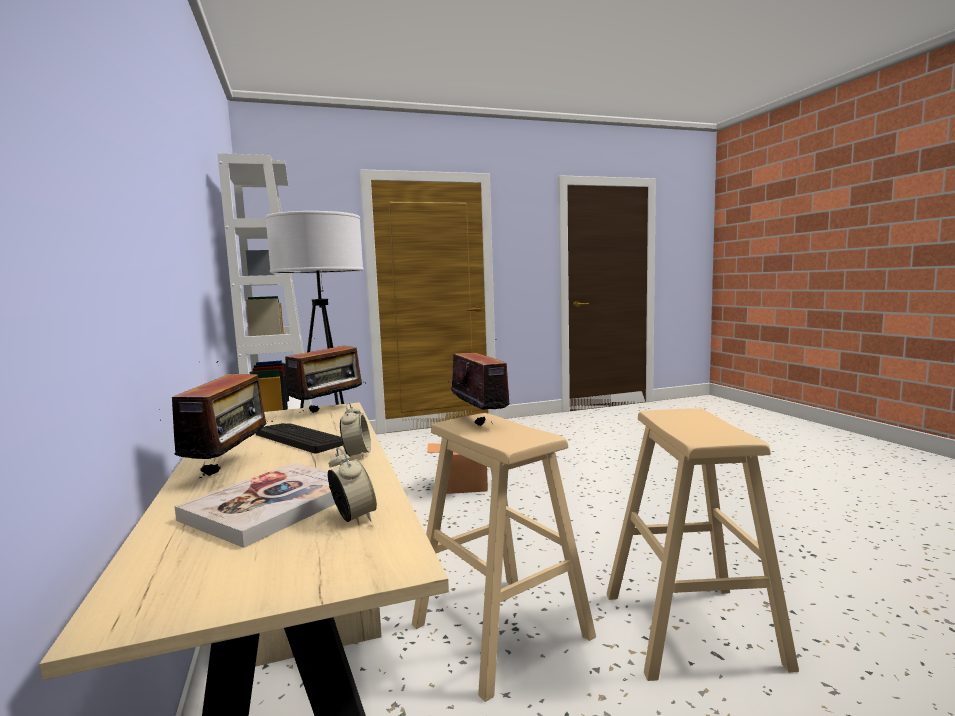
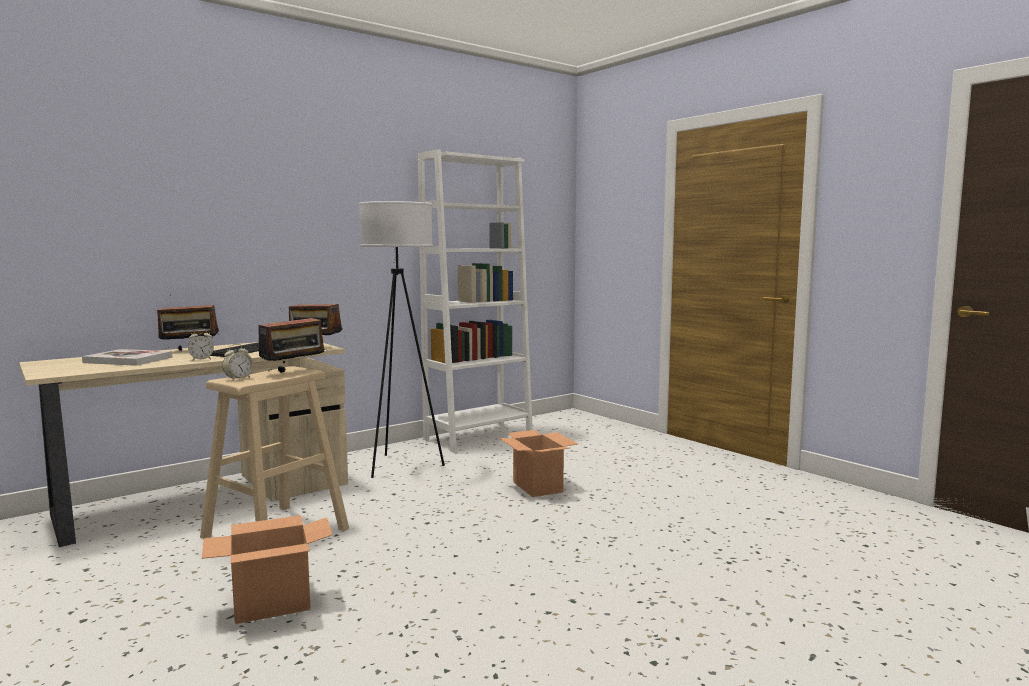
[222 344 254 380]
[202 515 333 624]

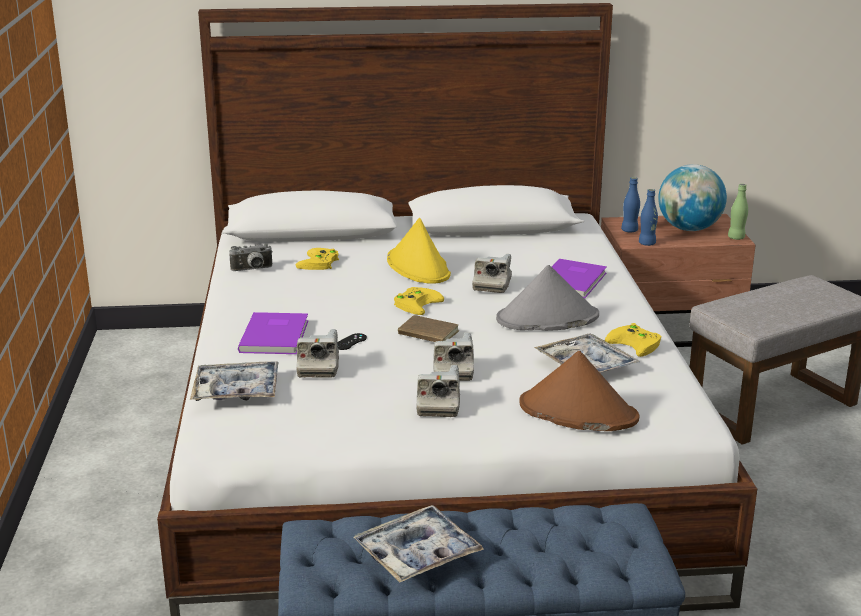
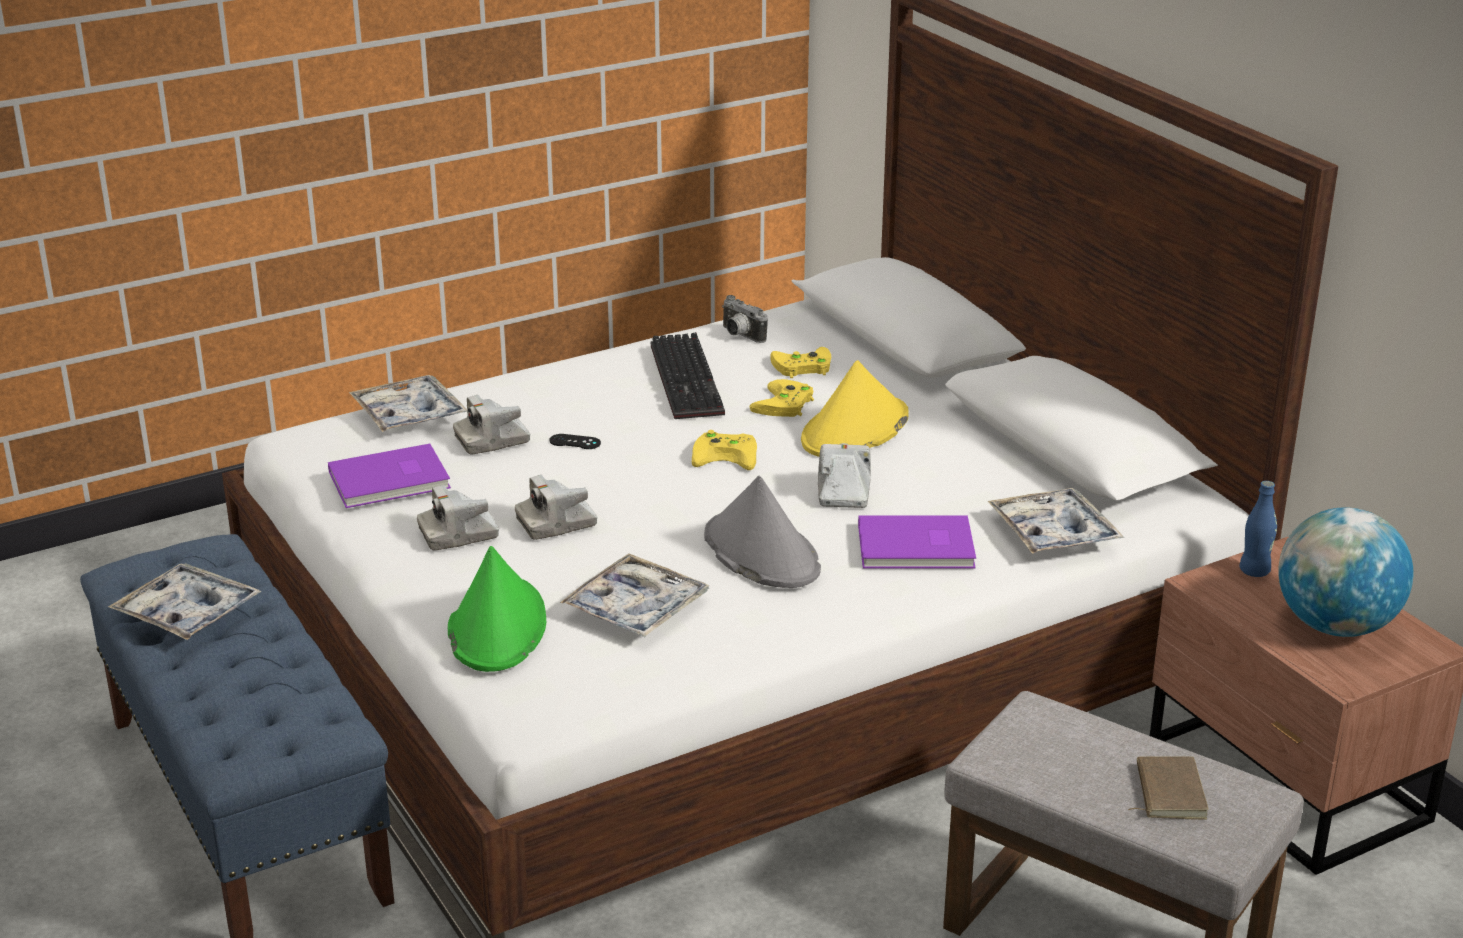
[328 444 451 508]
[1128 756 1209 820]
[818 443 871 508]
[448 546 547 672]
[750 379 814 417]
[639 189 658 246] (first image)
[728 184 748 240] (first image)
[651 332 725 419]
[987 488 1124 554]

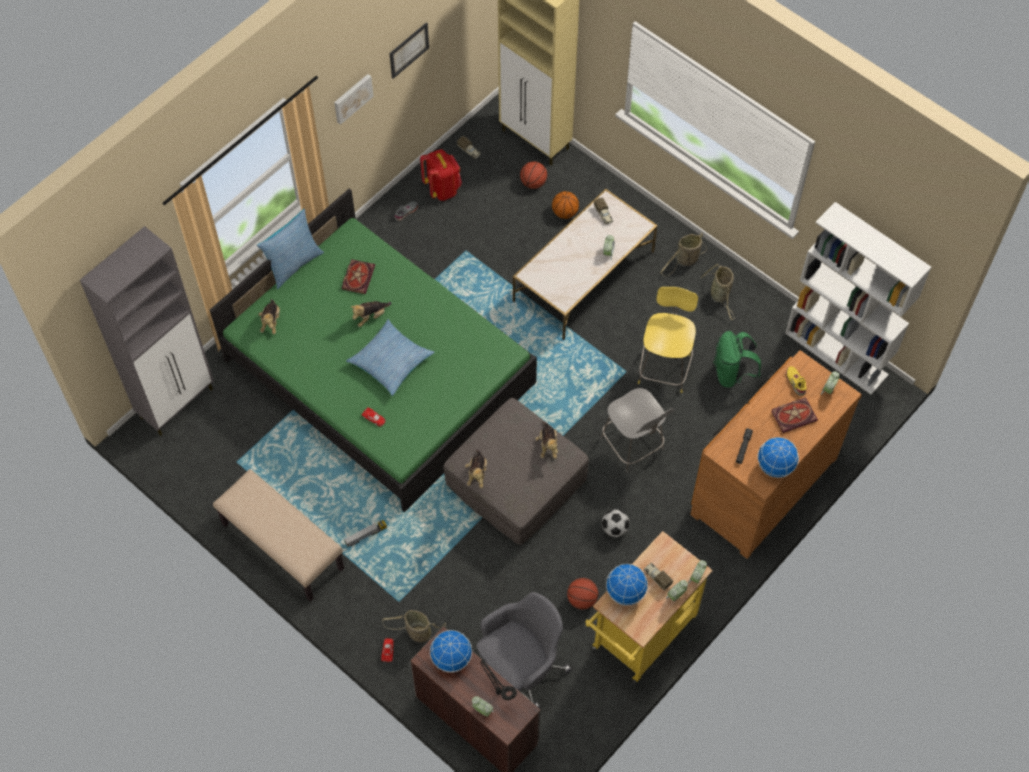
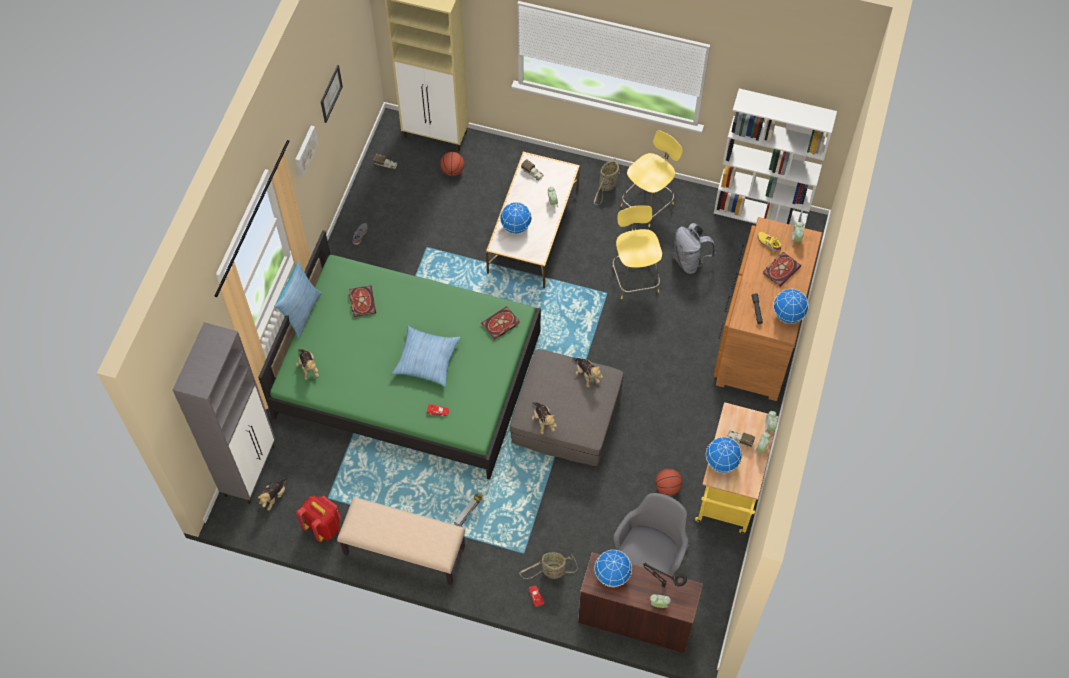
[258 477 287 511]
[296 495 341 542]
[552 191 579 219] (first image)
[600 388 674 473] (first image)
[602 509 630 537] (first image)
[621 130 683 227]
[673 223 716 274]
[481 306 520 339]
[500 202 532 234]

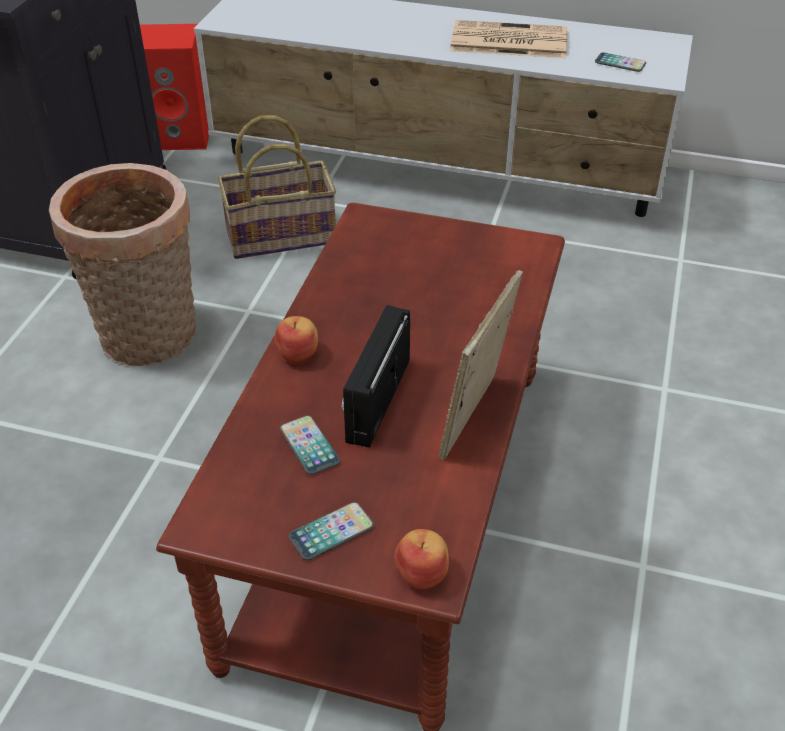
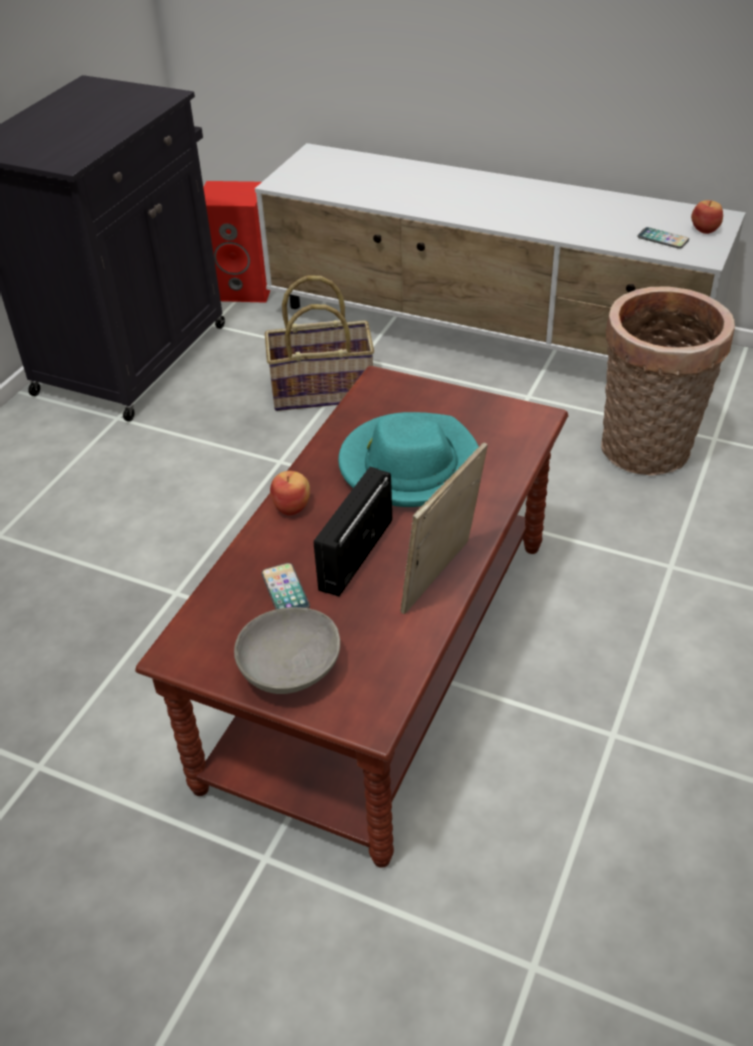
[601 286 735 475]
[234 607 340 694]
[691 200 723 234]
[450 20 568 58] (first image)
[338 412 479 507]

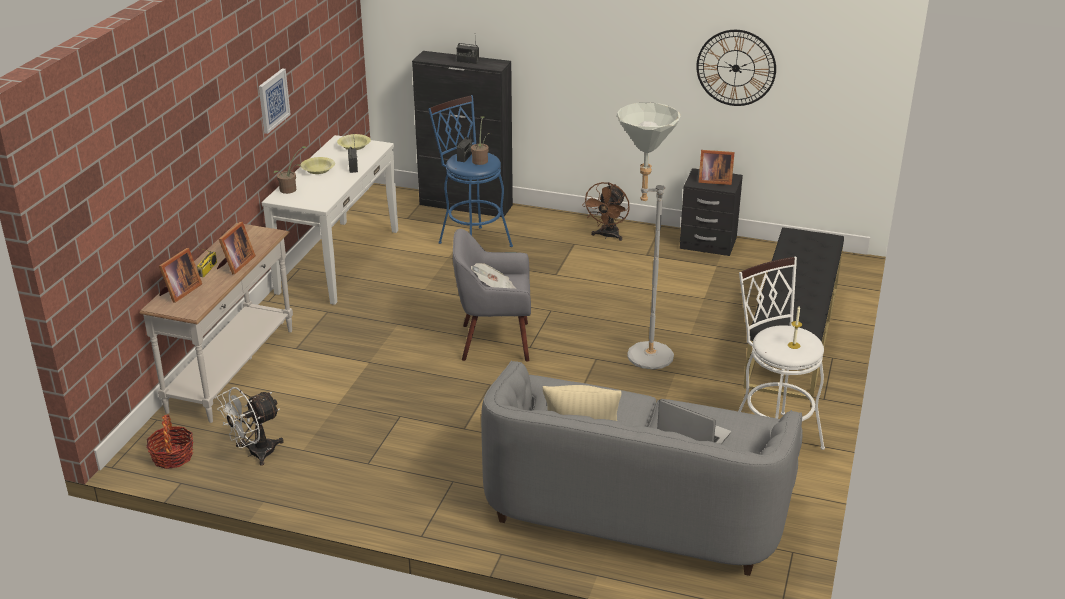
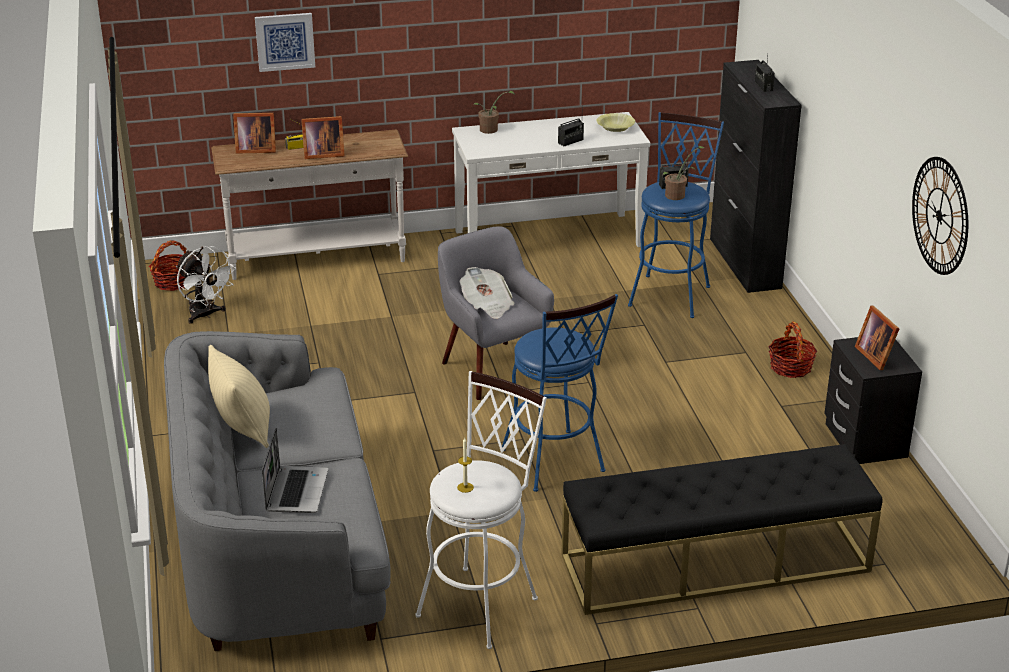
[176 246 236 324]
[255 13 315 72]
[301 157 335 174] (first image)
[769 321 817 378]
[502 294 618 492]

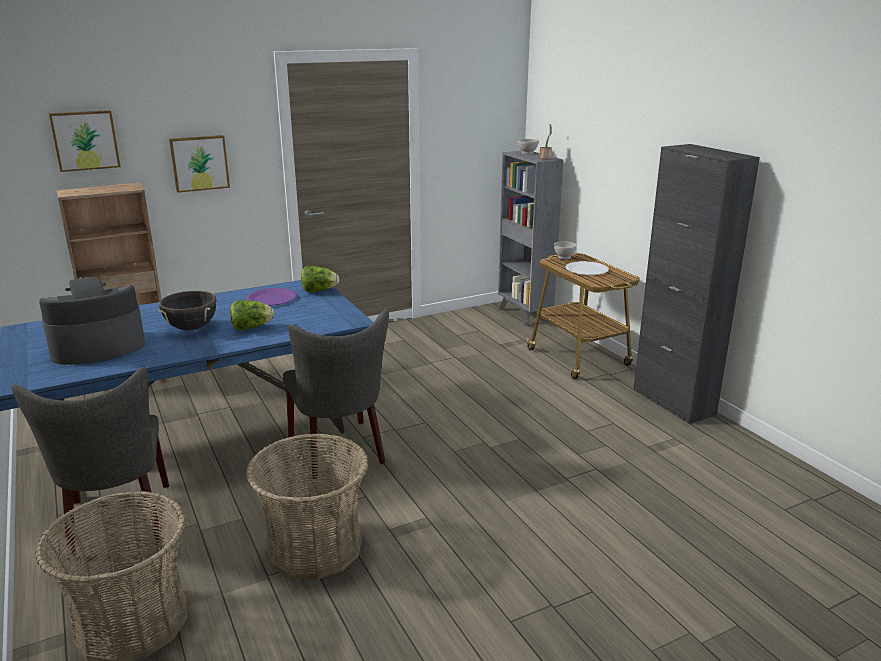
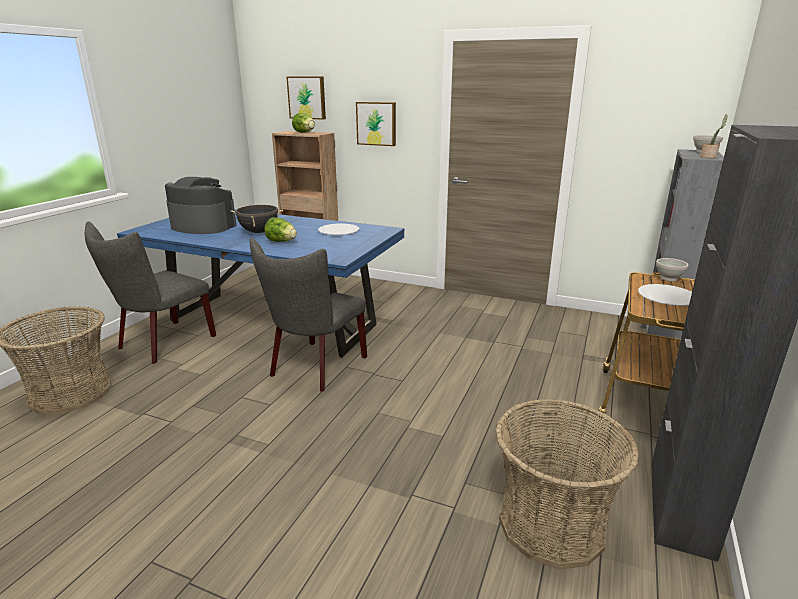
[318 223 359 235]
[495 399 639 569]
[292 113 315 133]

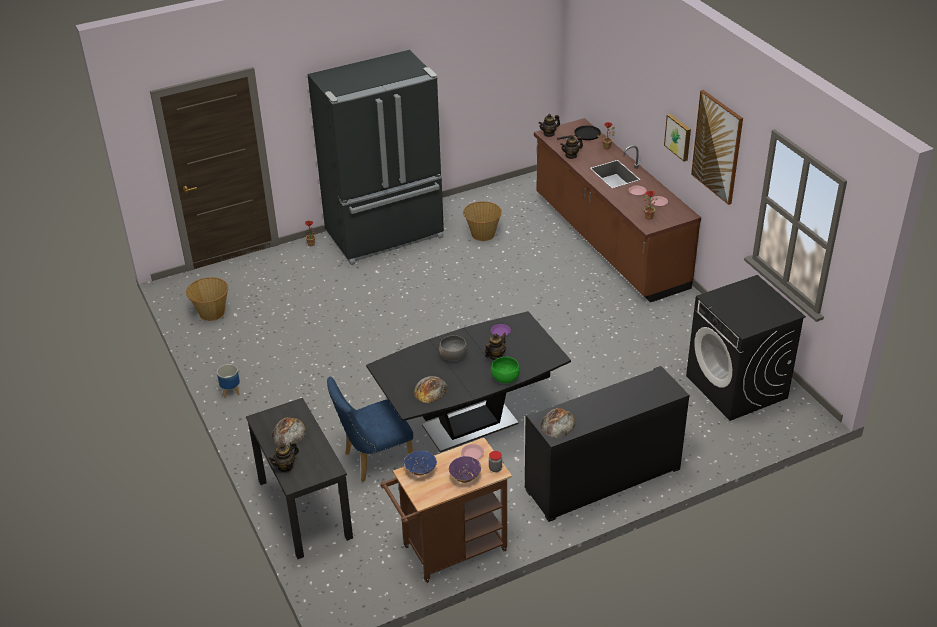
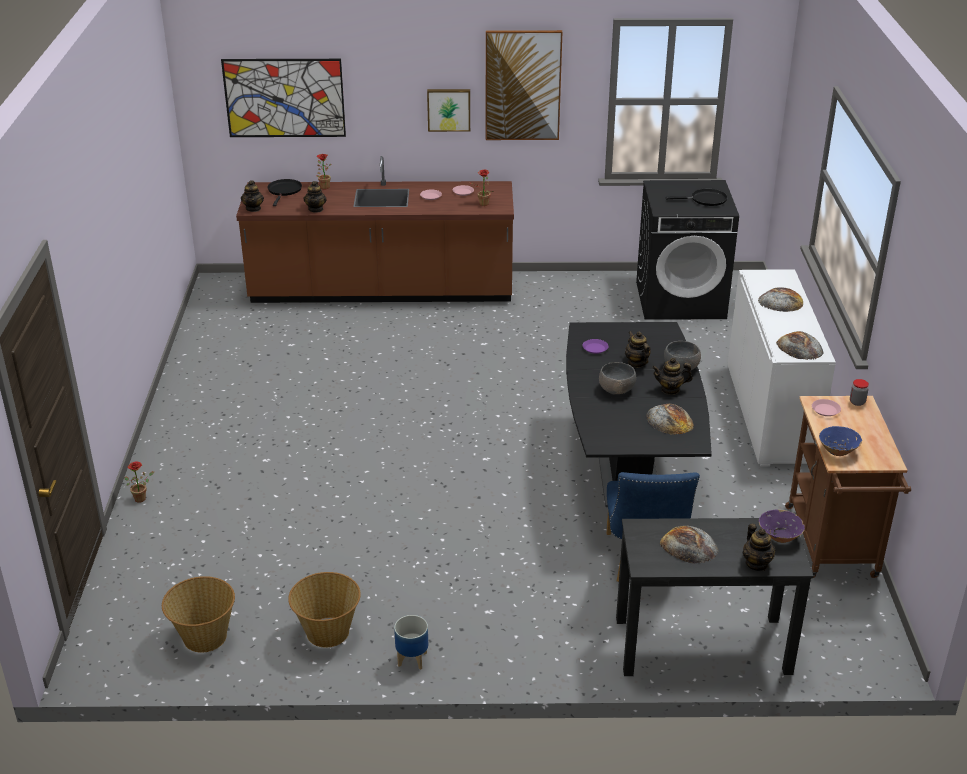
[307 50 444 265] (first image)
[759 510 805 543]
[288 572 361 647]
[664 341 701 371]
[727 269 836 467]
[221 59 346 137]
[652 358 693 395]
[666 188 728 206]
[758 287 803 312]

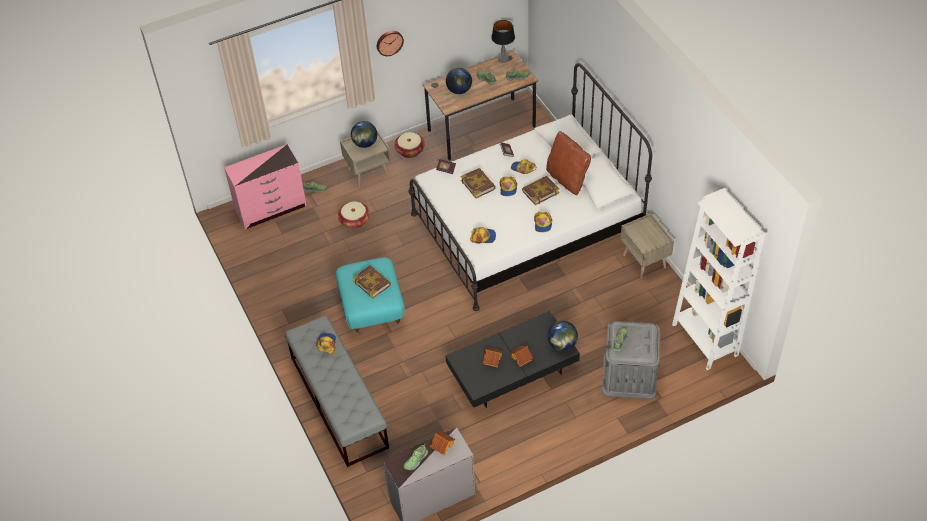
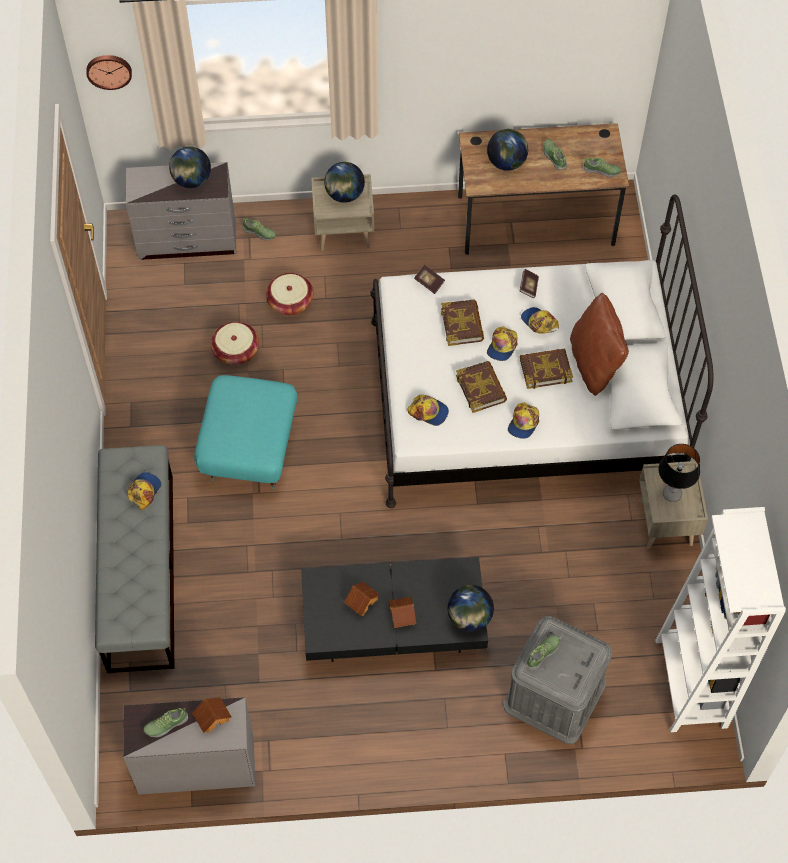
[126 162 236 260]
[456 361 507 413]
[86 55 132 90]
[211 322 259 365]
[658 444 700 502]
[169 146 211 188]

